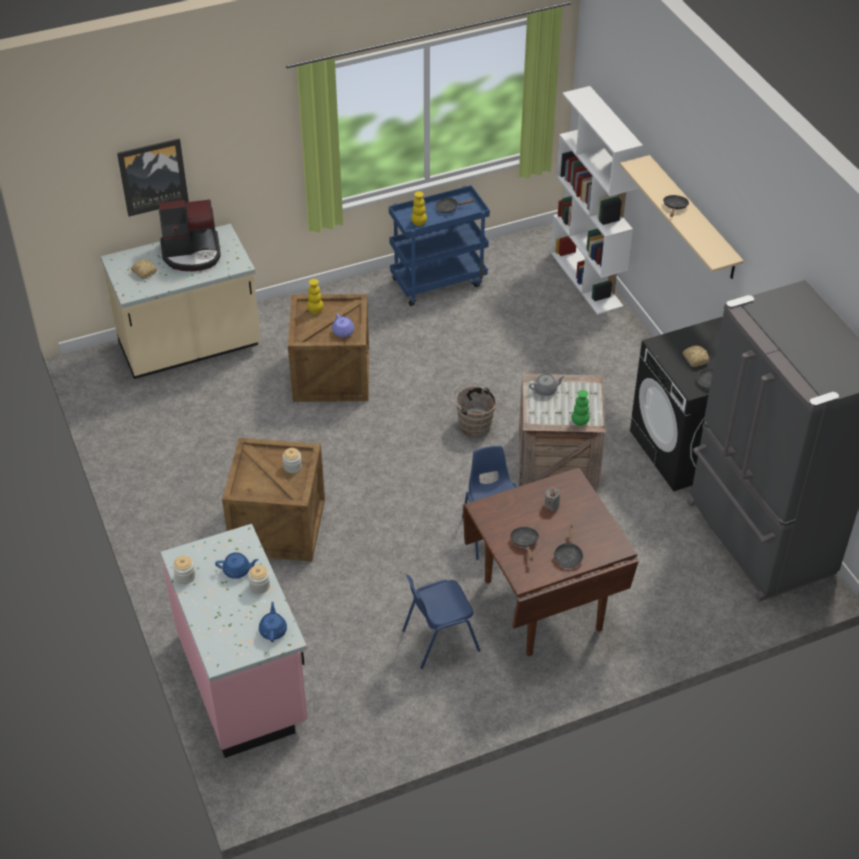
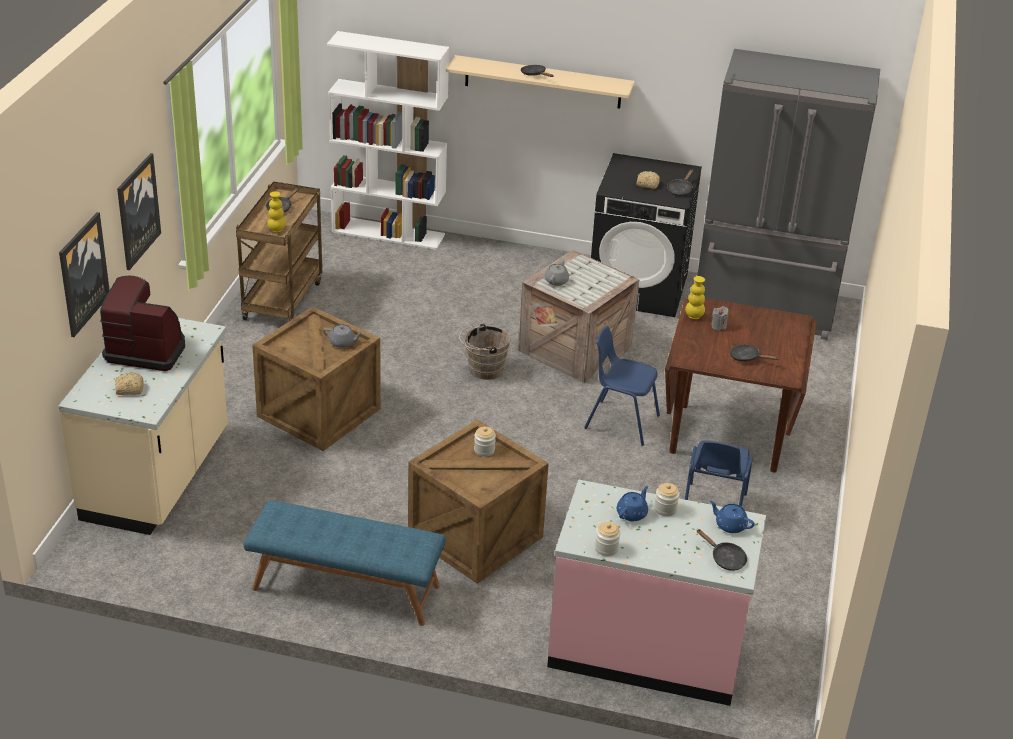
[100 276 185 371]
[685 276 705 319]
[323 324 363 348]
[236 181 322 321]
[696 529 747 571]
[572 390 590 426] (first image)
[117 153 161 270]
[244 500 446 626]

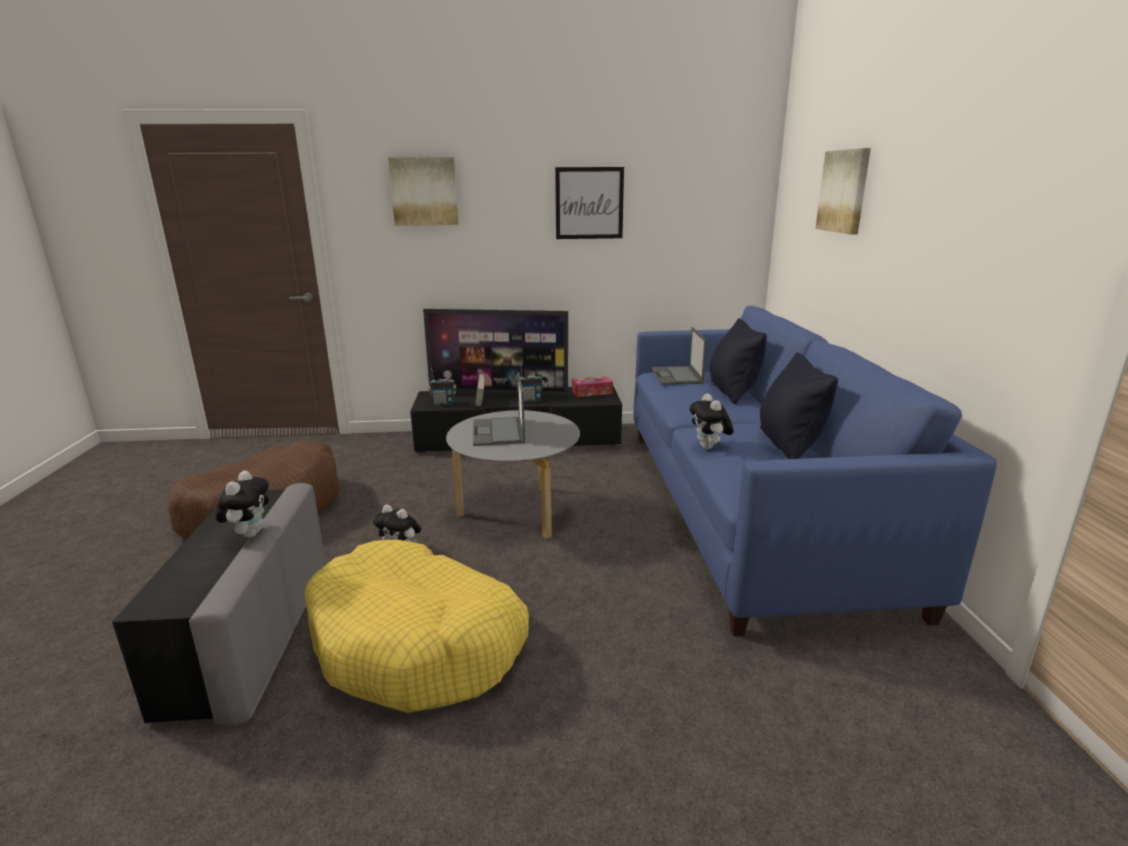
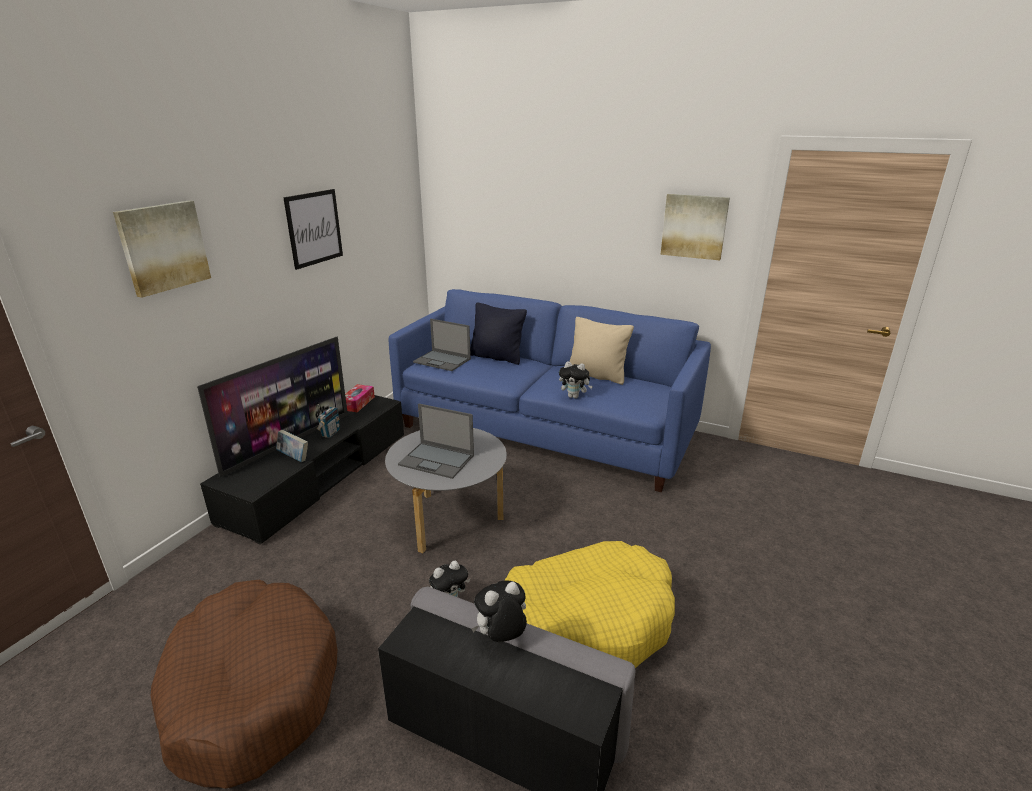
[471 580 527 642]
[428 368 456 406] (first image)
[569 317 634 385]
[661 194 730 261]

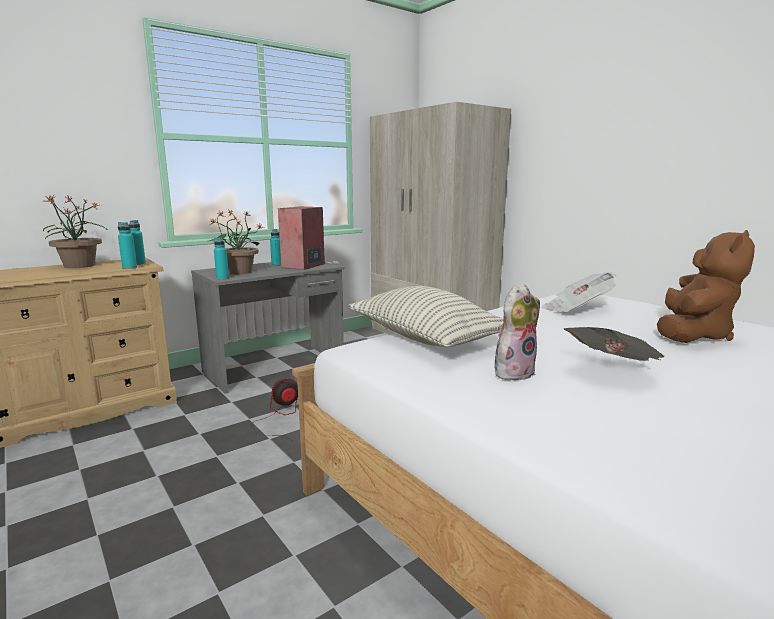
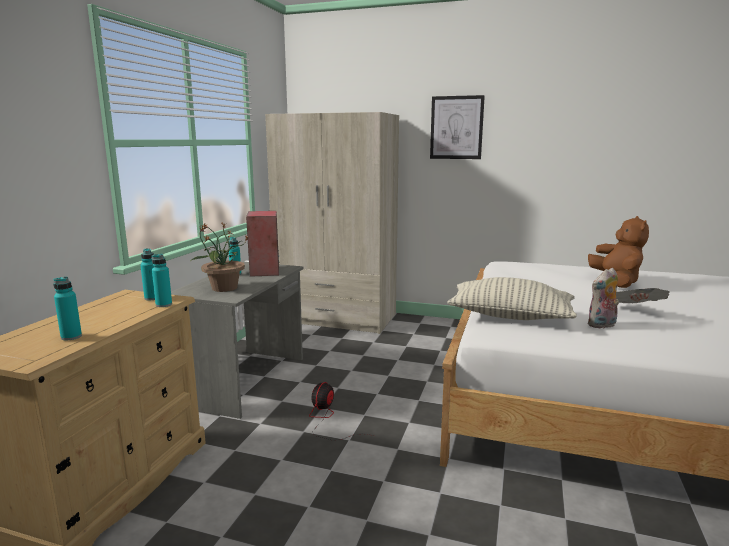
[43 195 106 268] (first image)
[53 276 82 340]
[587 268 619 328]
[542 272 616 313] (first image)
[430 95 485 159]

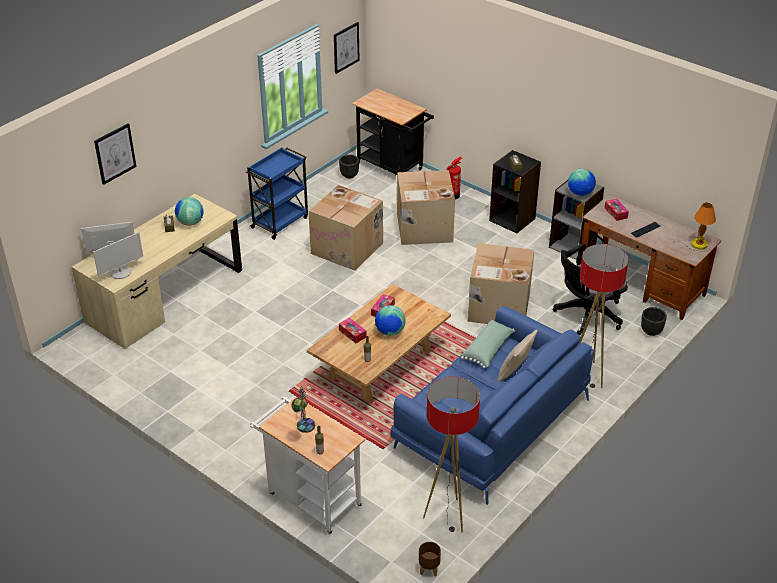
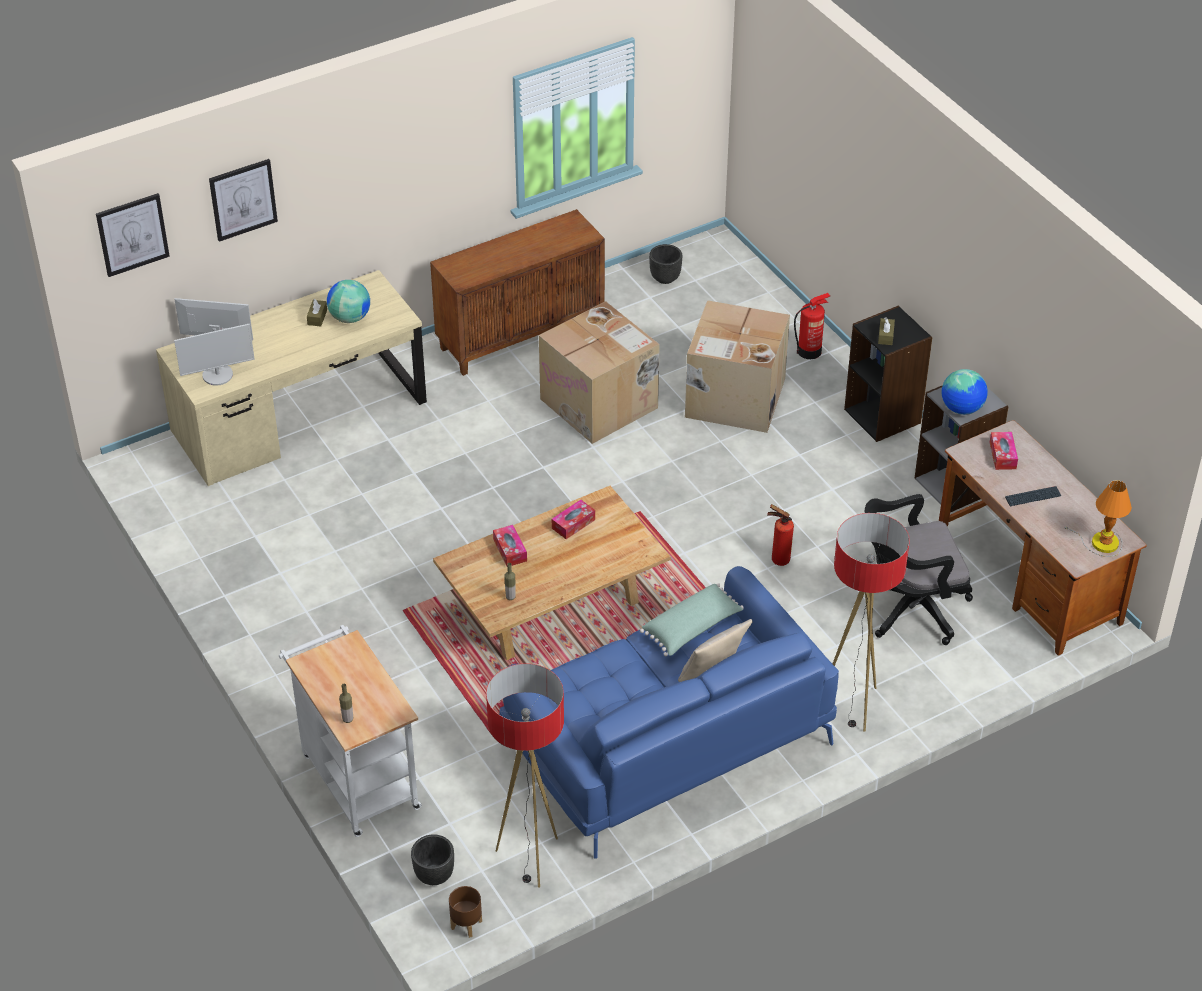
[430 209 605 376]
[292 386 315 433] (first image)
[96 193 170 277]
[352 89 434 175] (first image)
[375 305 406 336] (first image)
[767 504 794 566]
[411 834 454 885]

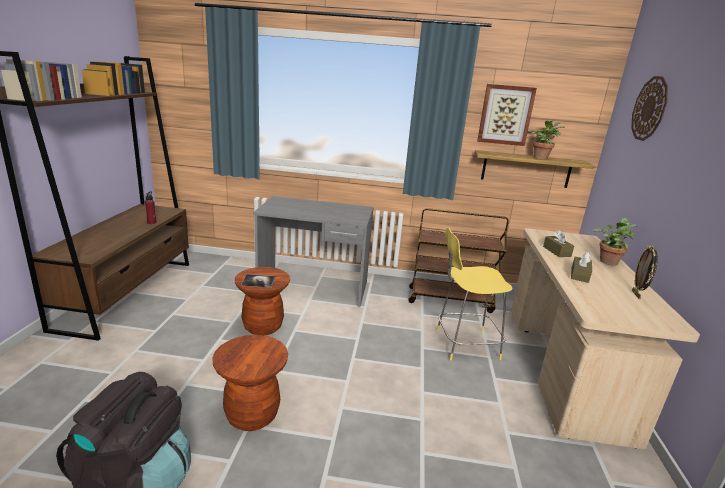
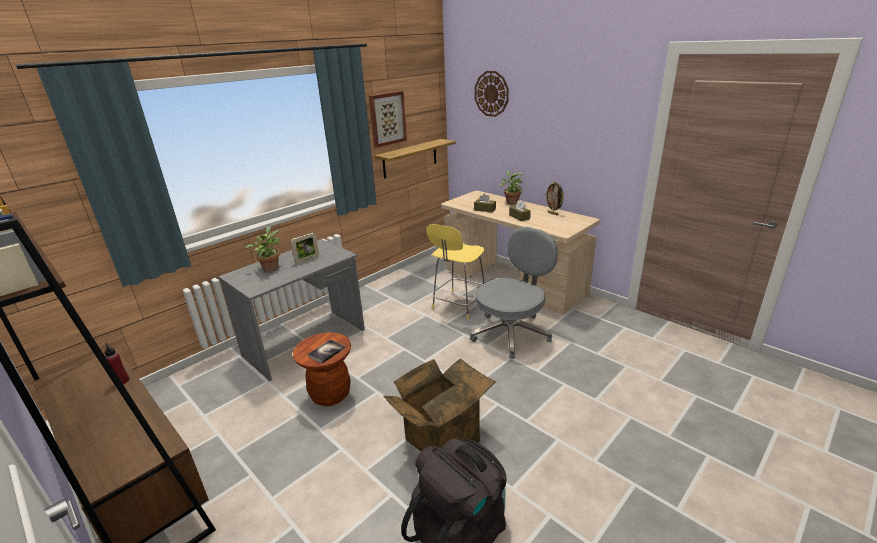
[383 358 496 451]
[408 208 509 313] (first image)
[245 227 280 272]
[291 233 319 264]
[470 227 558 359]

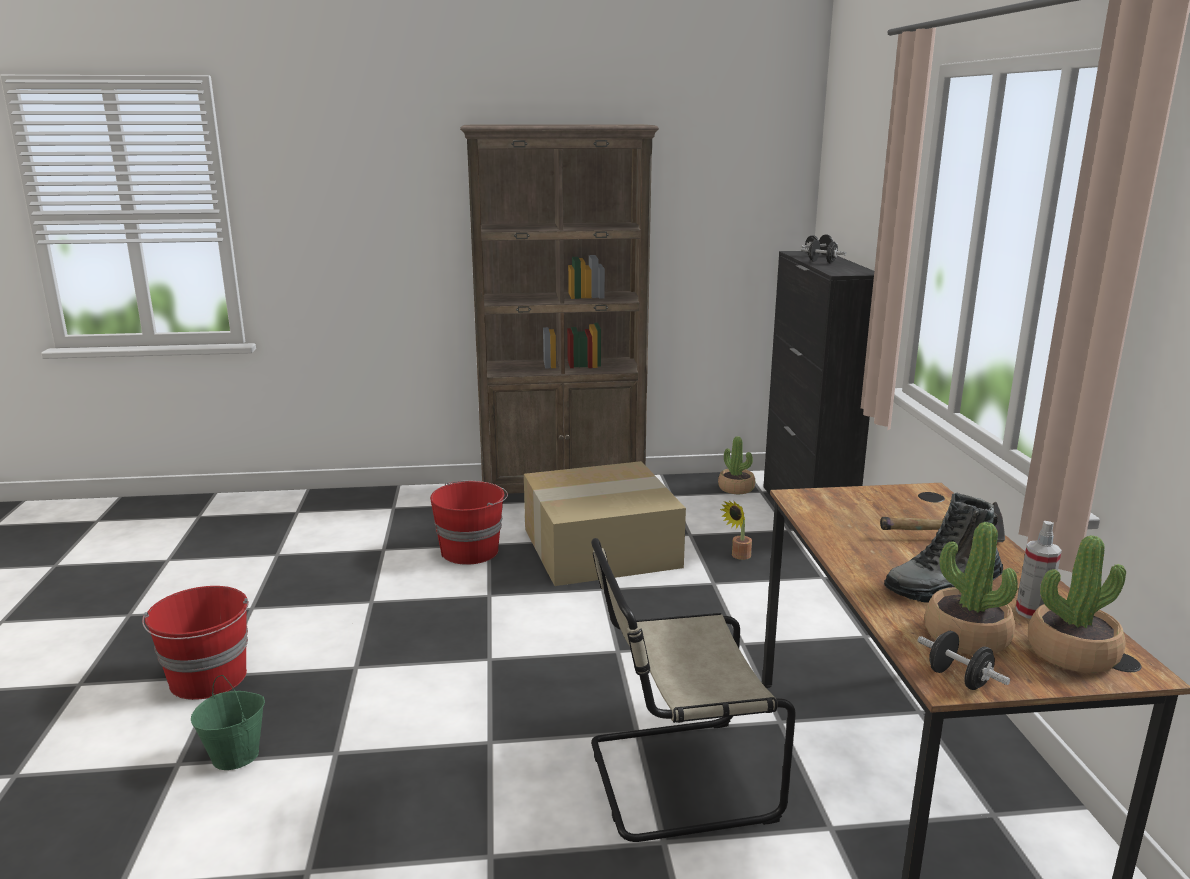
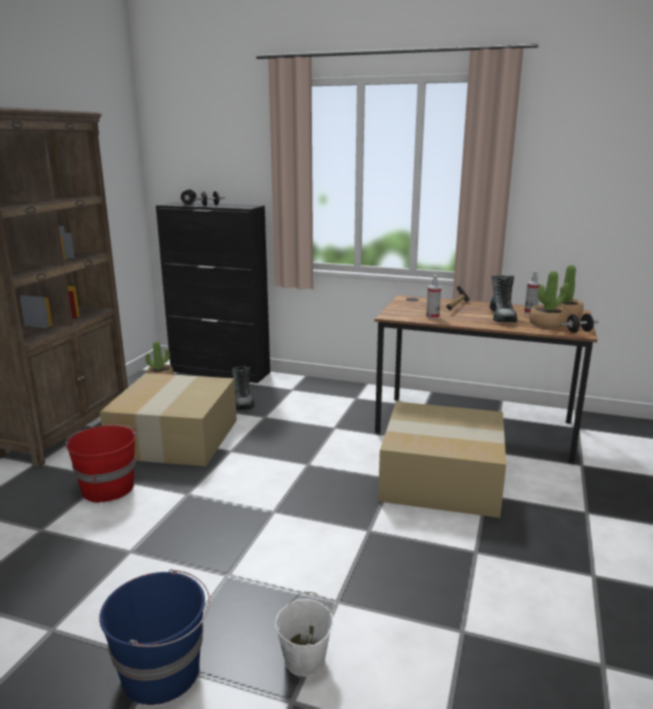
[99 569 210 705]
[275 591 333 677]
[378 402 506 518]
[232 366 254 410]
[426 275 441 319]

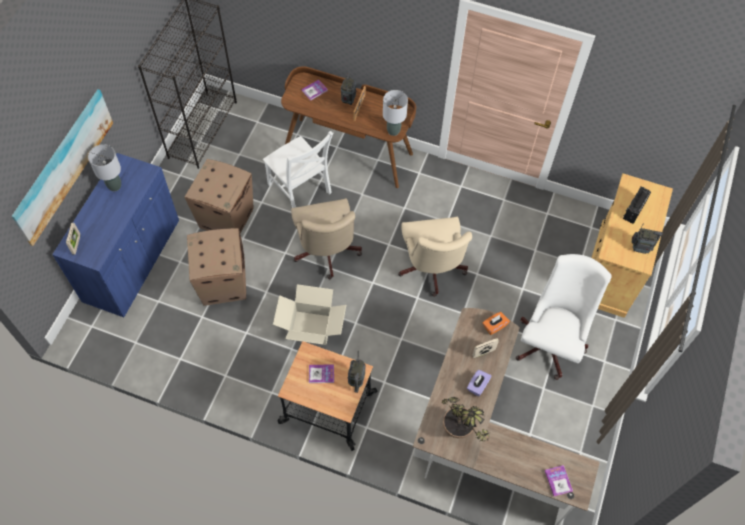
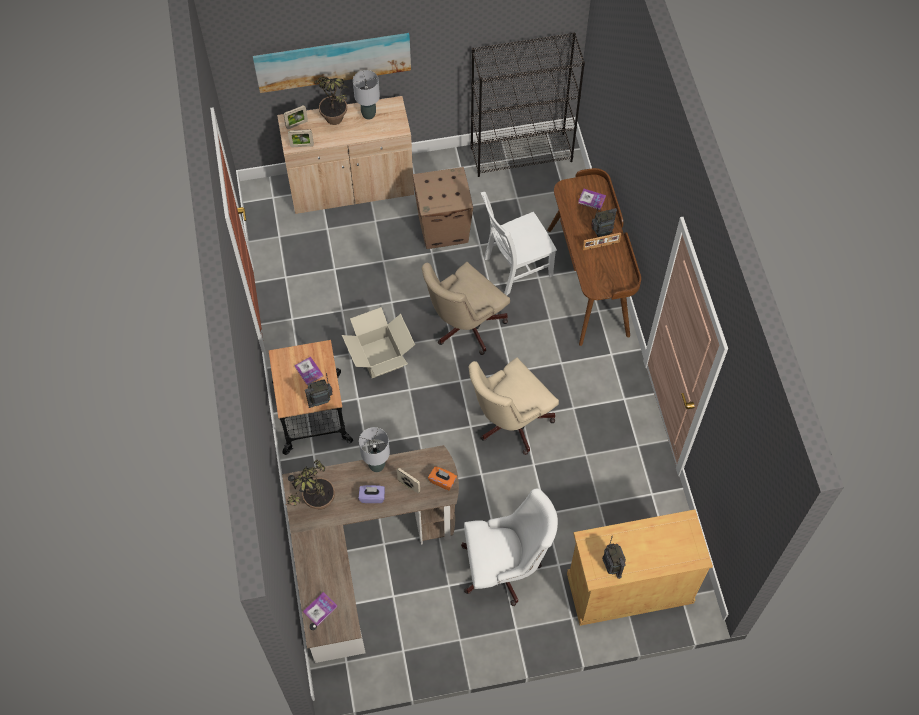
[277 96 414 214]
[187 228 246 306] (first image)
[481 192 557 296]
[359 427 390 472]
[623 187 651 224] (first image)
[288 129 314 147]
[314 77 347 125]

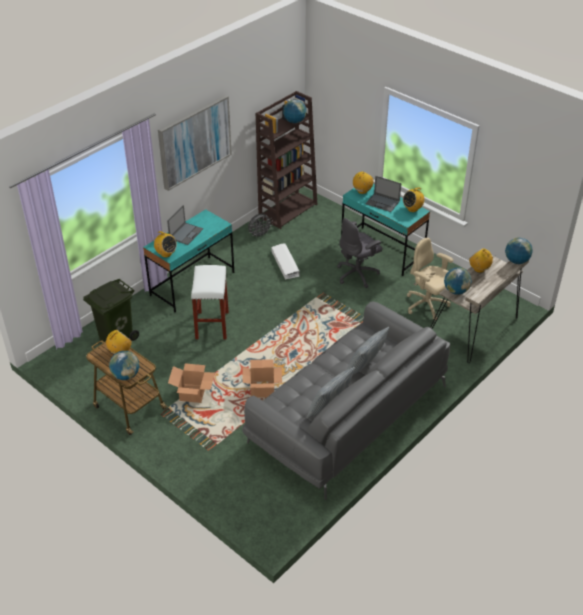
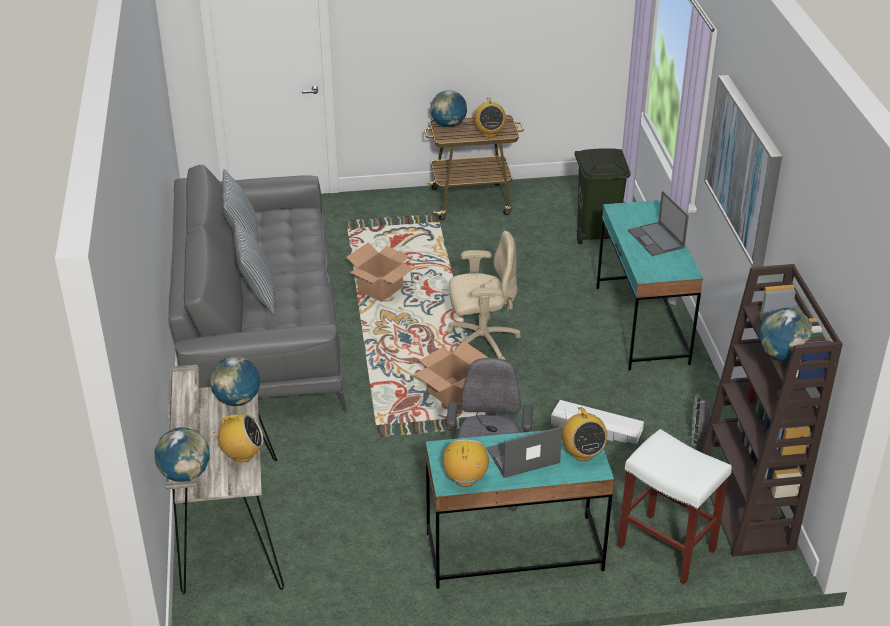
[154 231 177 257] (first image)
[415 341 489 406]
[617 429 732 584]
[446 231 521 360]

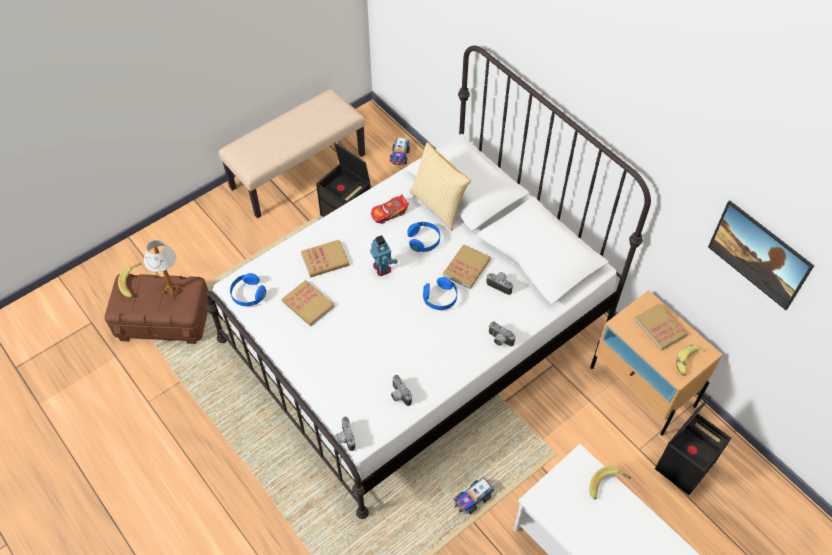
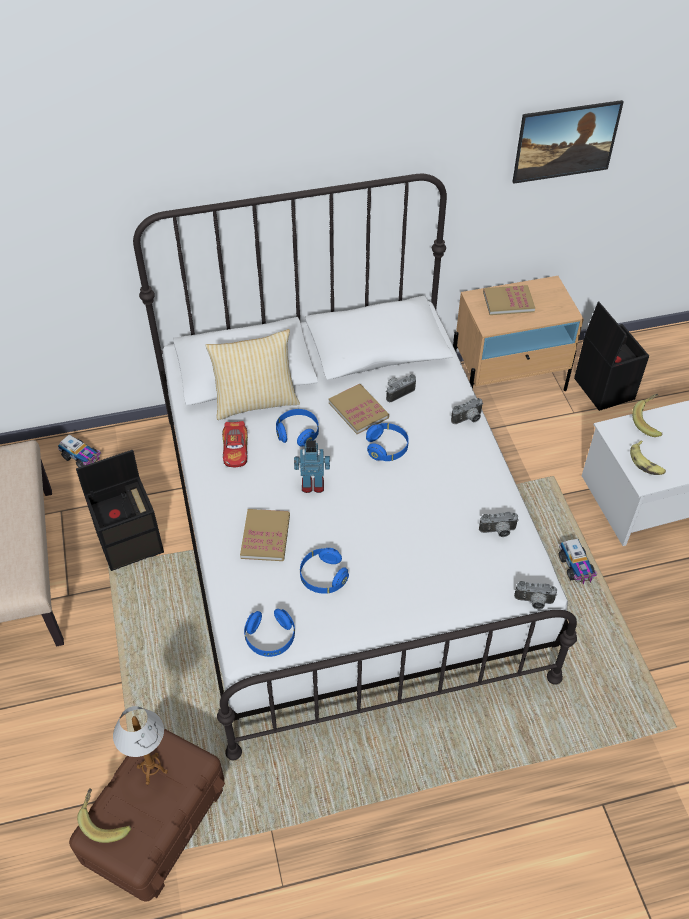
[300 548 349 594]
[630 441 666 475]

